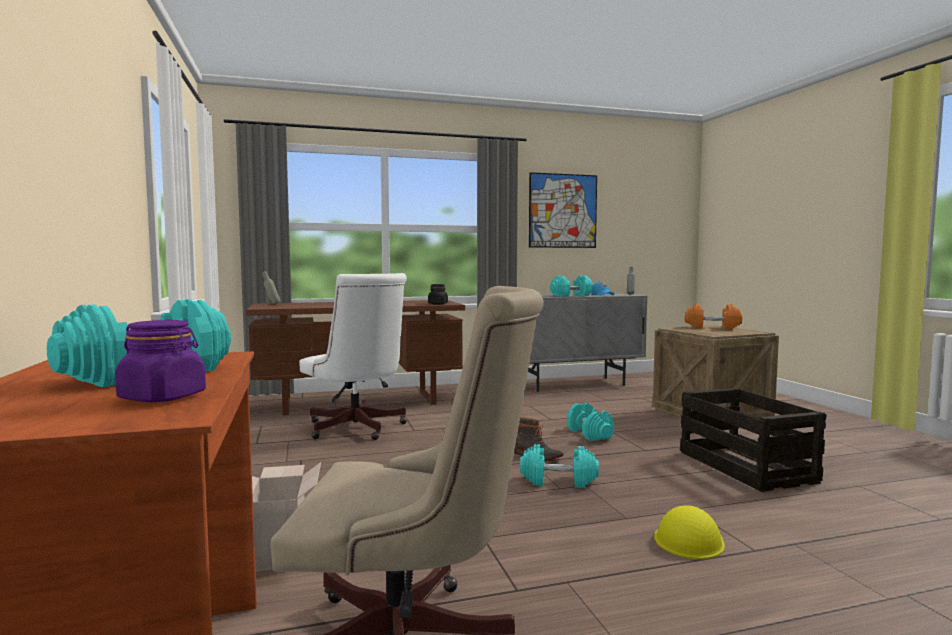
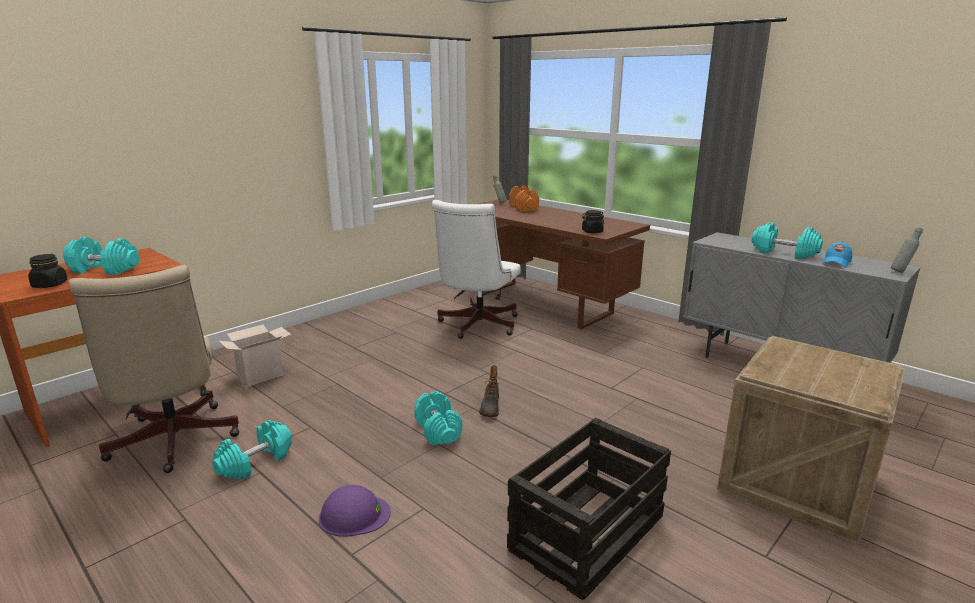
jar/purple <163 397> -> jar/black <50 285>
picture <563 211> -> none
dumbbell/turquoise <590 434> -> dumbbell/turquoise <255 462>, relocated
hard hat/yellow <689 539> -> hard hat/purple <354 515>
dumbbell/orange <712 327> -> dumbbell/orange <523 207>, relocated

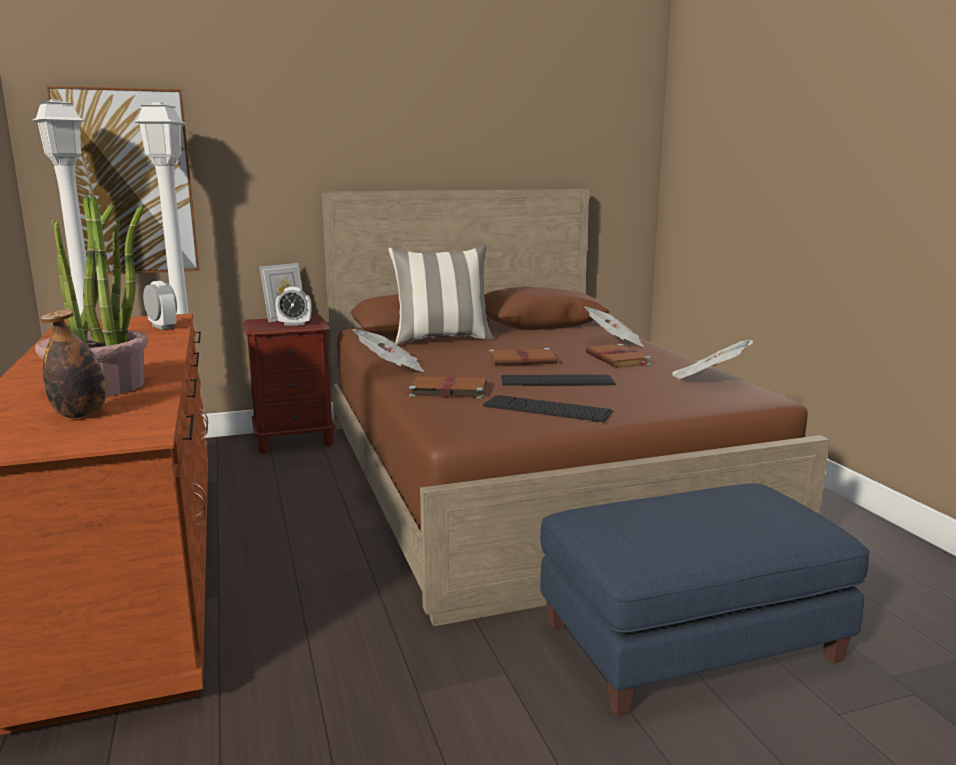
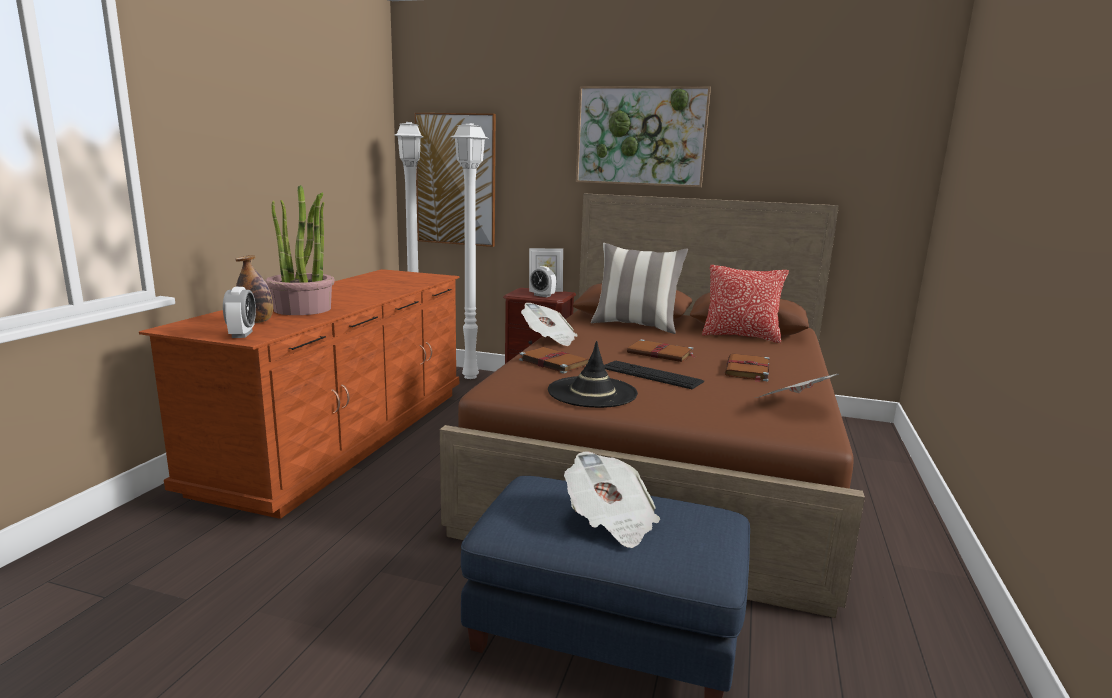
alarm clock <162 327> -> alarm clock <242 334>, relocated
keyboard <547 409> -> hat/black <592 392>
newspaper <614 343> -> newspaper <610 521>, relocated
none -> picture <640 136>
none -> pillow <740 336>

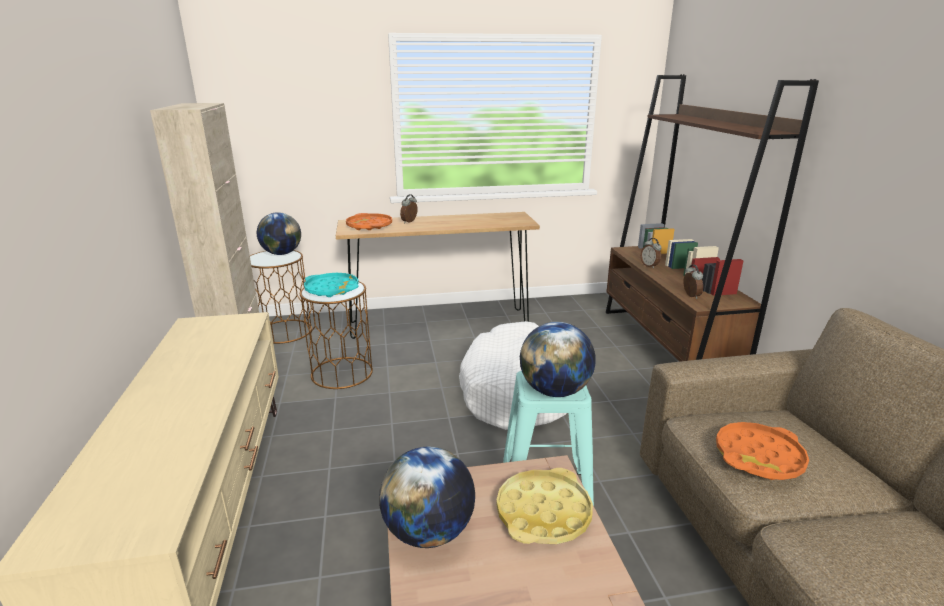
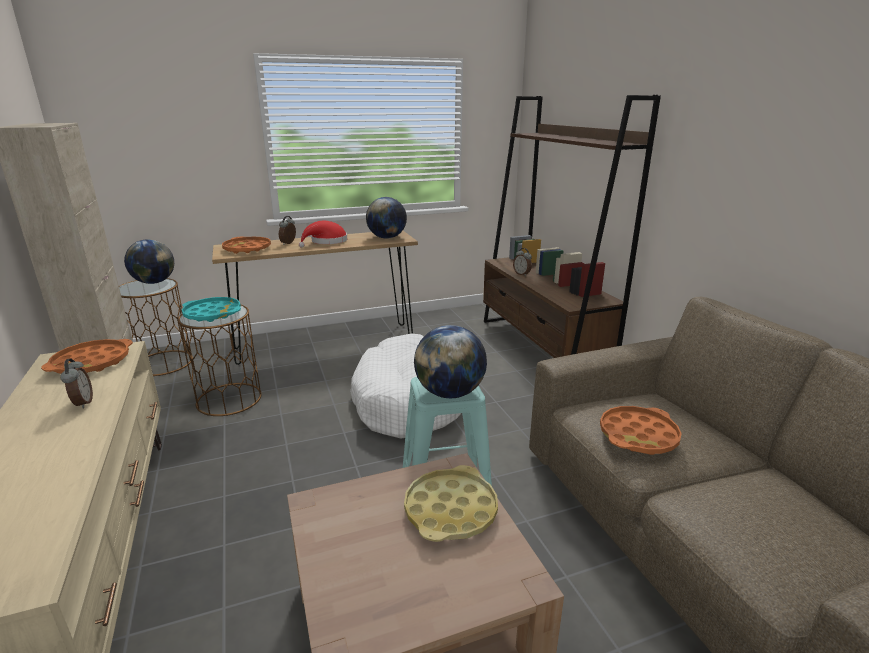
globe <429 532> -> globe <387 238>, relocated
alarm clock <690 296> -> alarm clock <82 403>, relocated
none -> tray/orange <92 363>
none -> hat/red <326 242>

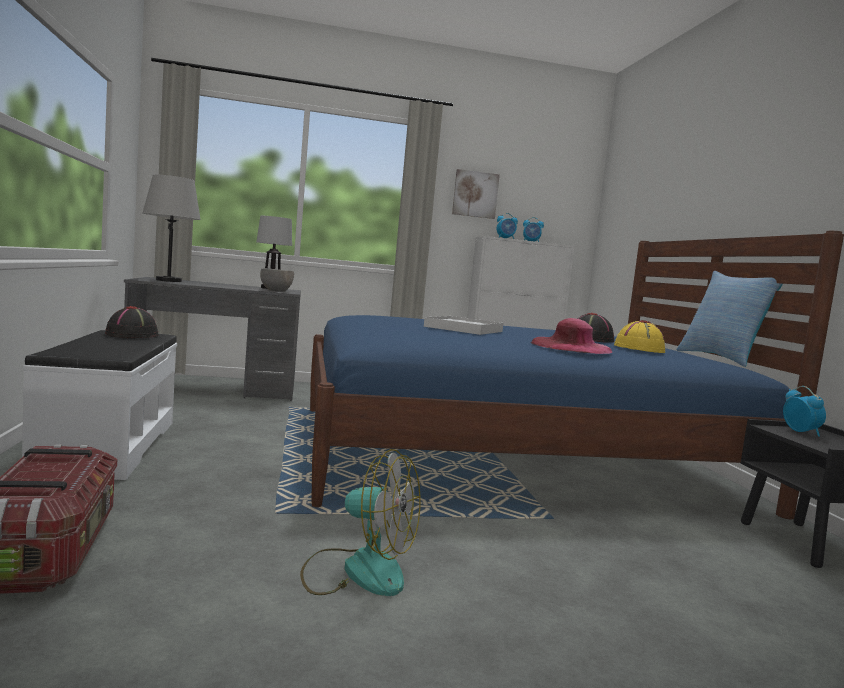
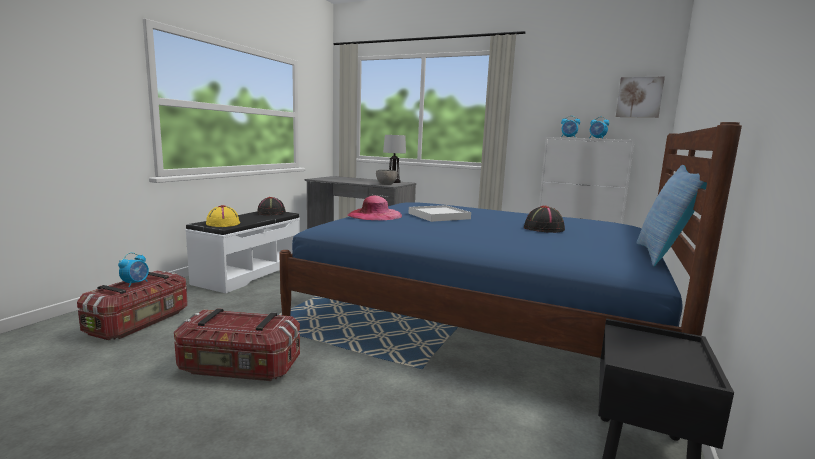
table lamp/grey <169 281> -> none
fan <358 570> -> storage box <239 368>
picture <475 194> -> picture <639 97>, relocated
hat/pink <571 347> -> hat/pink <375 215>, relocated
hat/yellow <638 349> -> hat/yellow <223 223>, relocated
alarm clock <801 432> -> alarm clock <135 283>, relocated

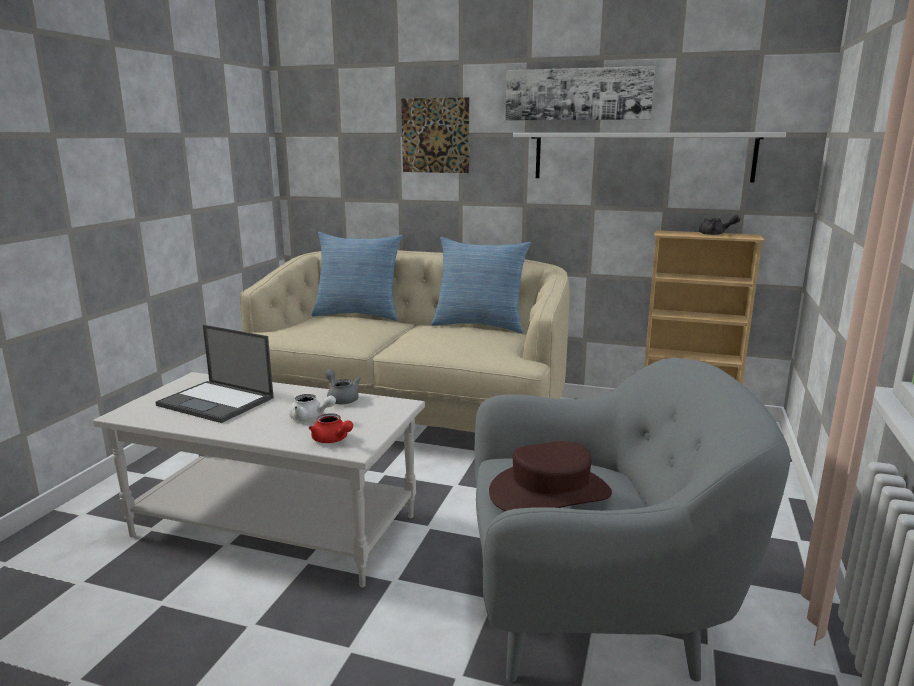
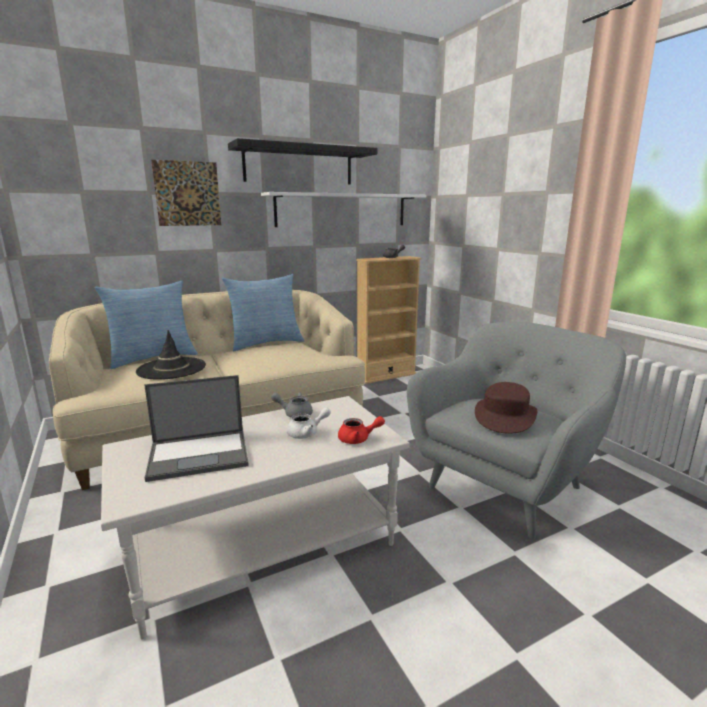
picture <577 94> -> shelf/black <299 165>
none -> hat/black <171 368>

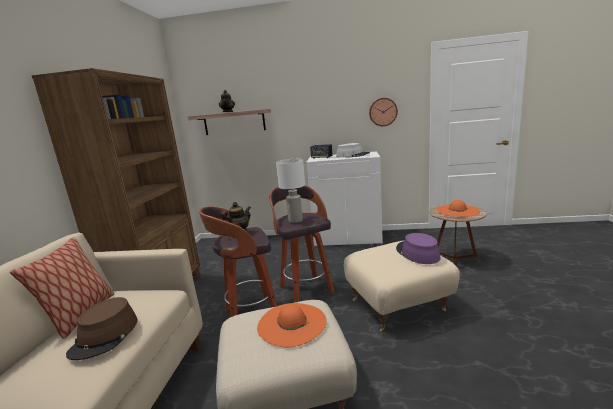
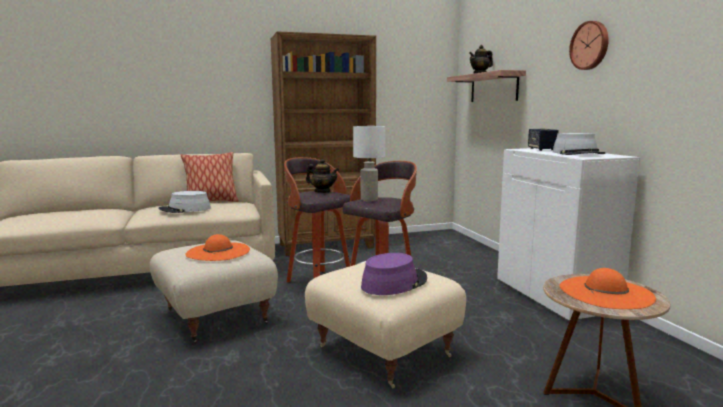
hat/brown <105 336> -> hat/grey <185 209>
wall clock <383 112> -> wall clock <590 45>, relocated

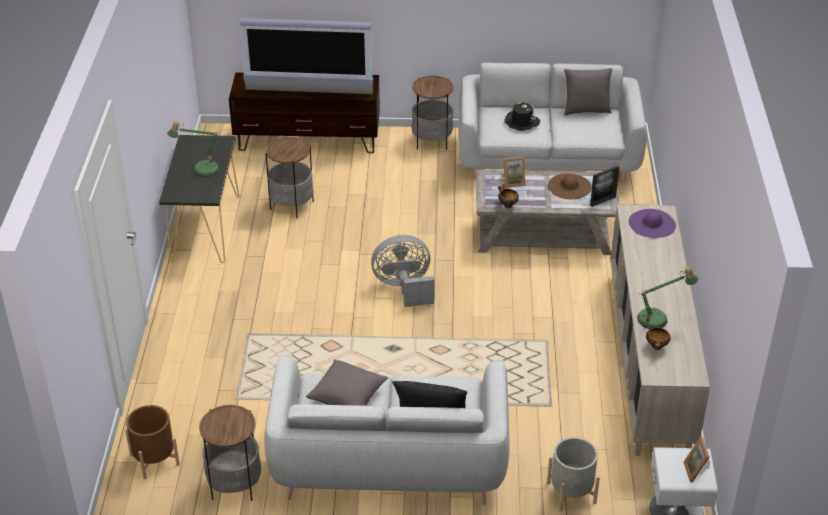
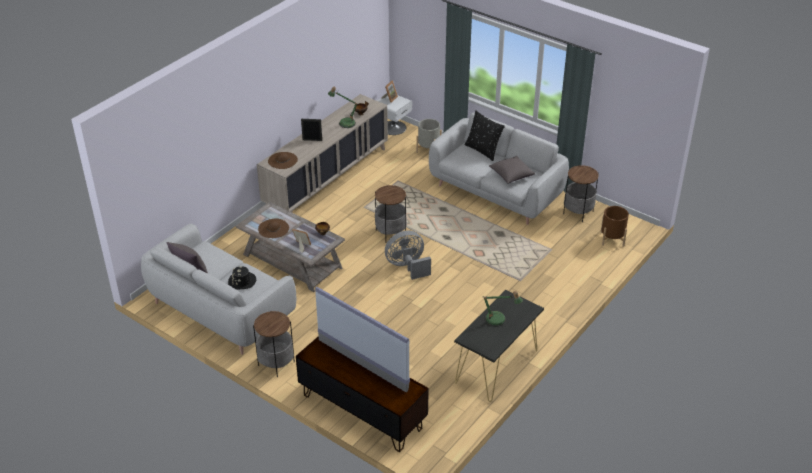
side table <292 205> -> side table <390 233>, relocated
fan/grey <404 288> -> fan/grey <407 267>, 135 degrees clockwise
picture frame <603 201> -> picture frame <312 140>, relocated
hat/purple <652 223> -> hat/brown <282 160>

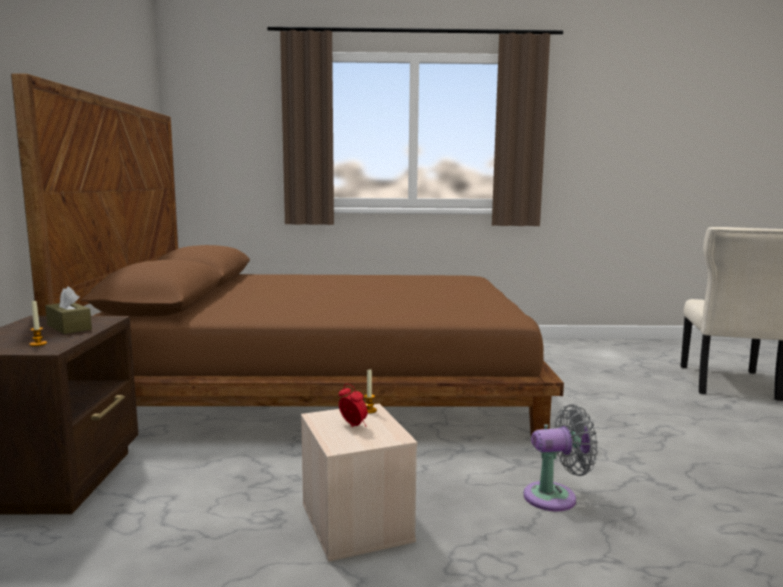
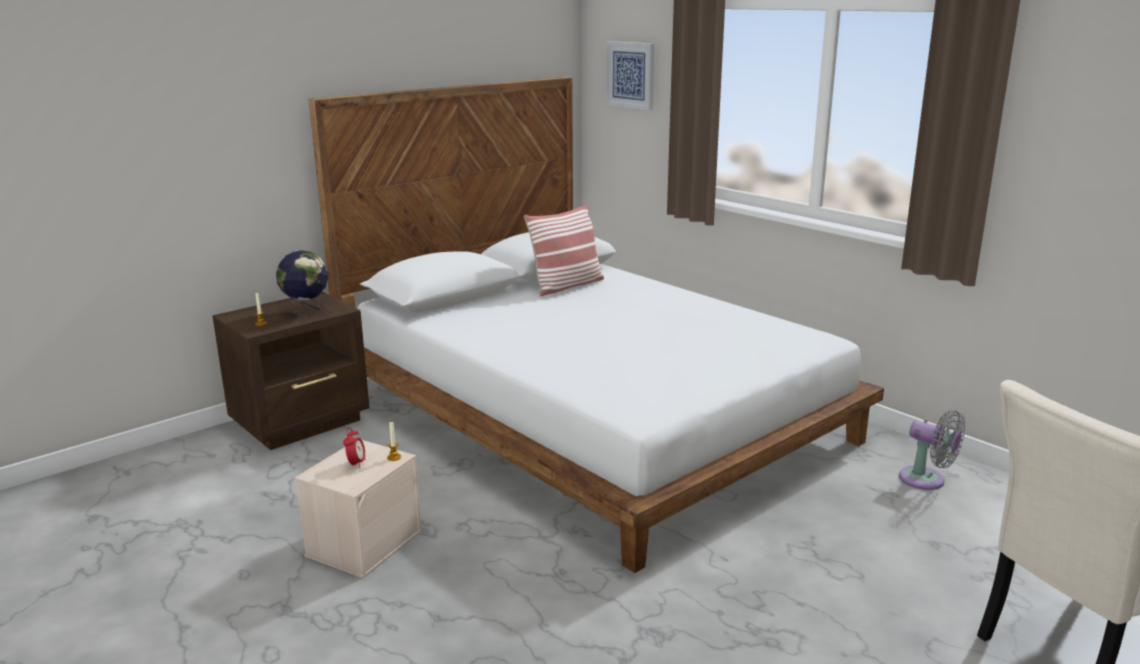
bed/brown <323 382> -> bed/white <592 415>
tissue box/brown <69 327> -> globe <306 312>
fan/grey <555 497> -> fan/grey <926 480>, relocated
none -> pillow <566 286>
none -> picture <630 75>

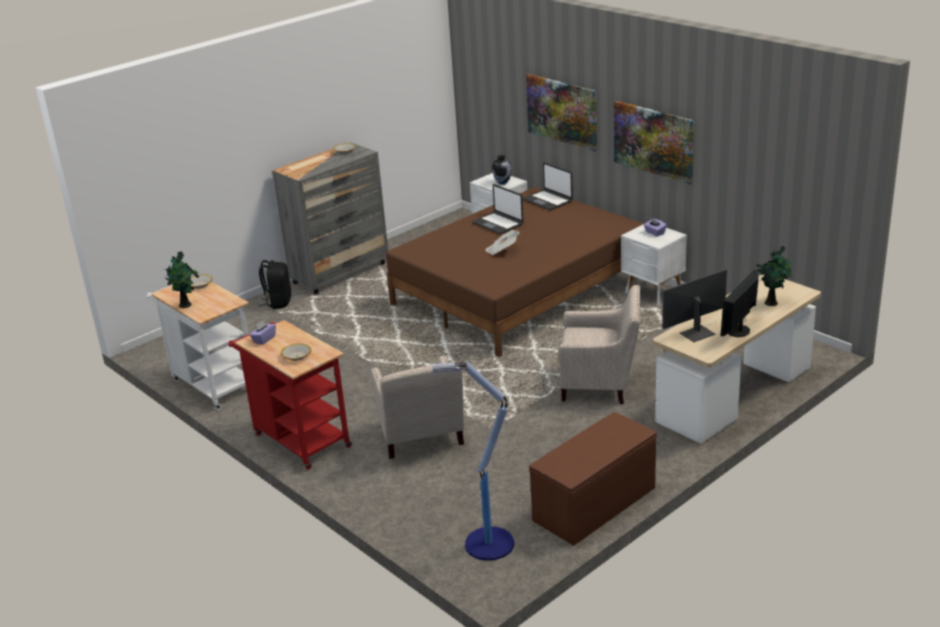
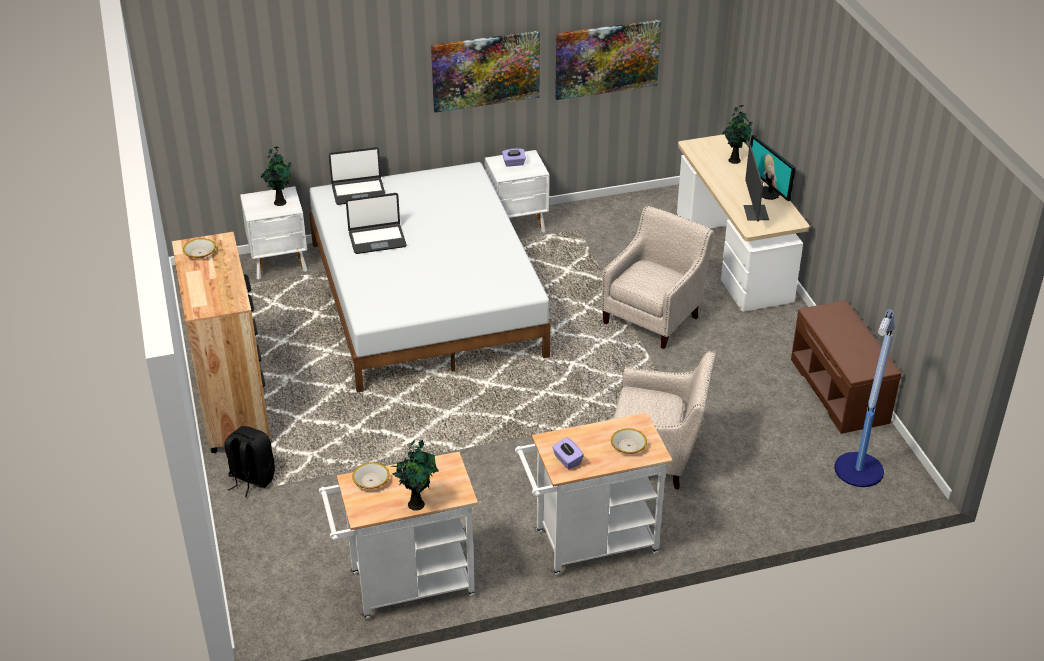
cart/red <298 438> -> cart/white <588 544>
dresser/grey <340 273> -> dresser/brown <232 407>
bed/brown <519 291> -> bed/white <425 298>
newspaper <502 251> -> none
vase <502 183> -> potted plant <280 201>
picture <562 111> -> picture <607 59>, relocated

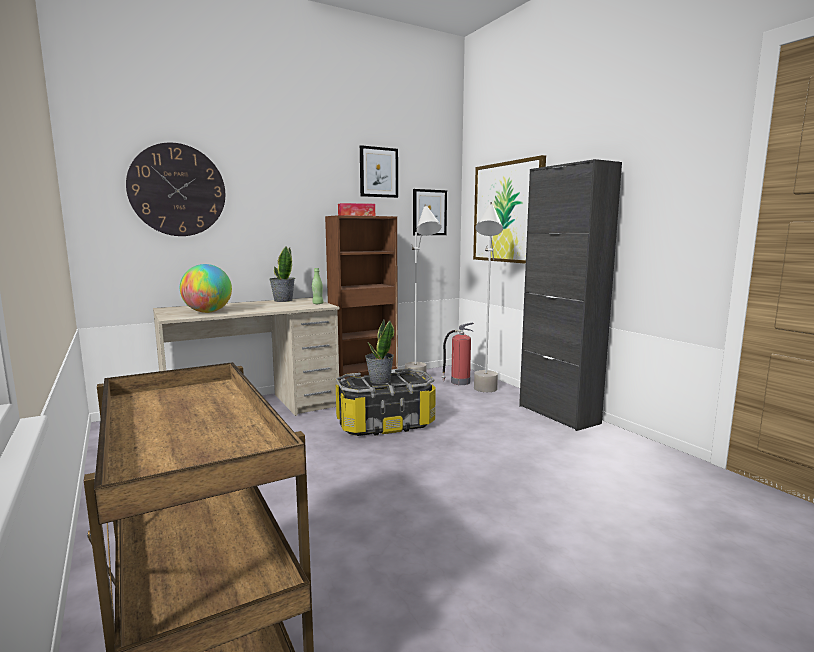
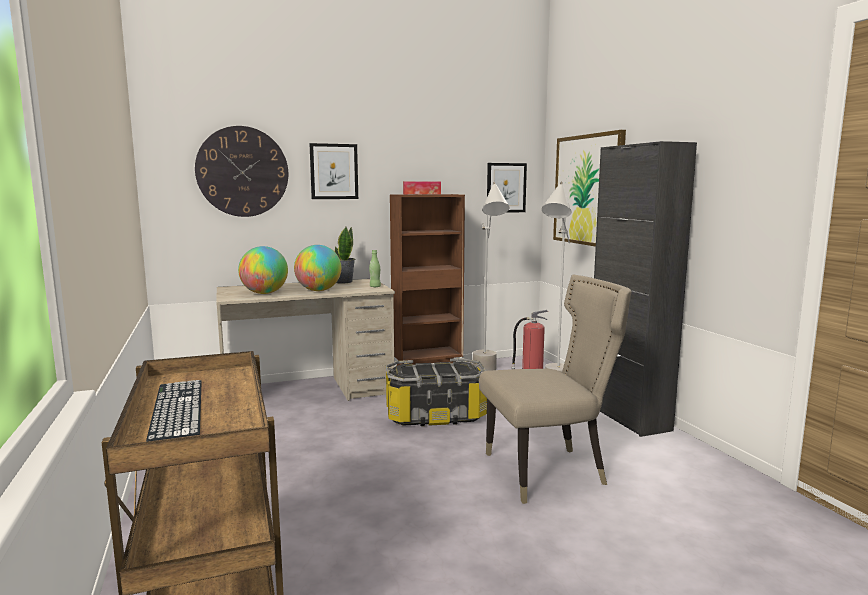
picture <378 172> -> picture <334 171>, relocated
potted plant <379 381> -> none
none -> keyboard <177 408>
none -> globe <318 290>
none -> chair/beige <550 471>

